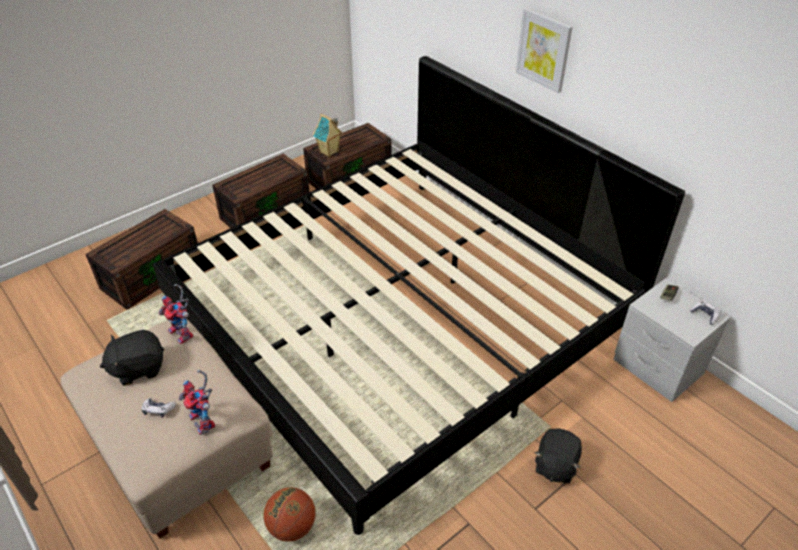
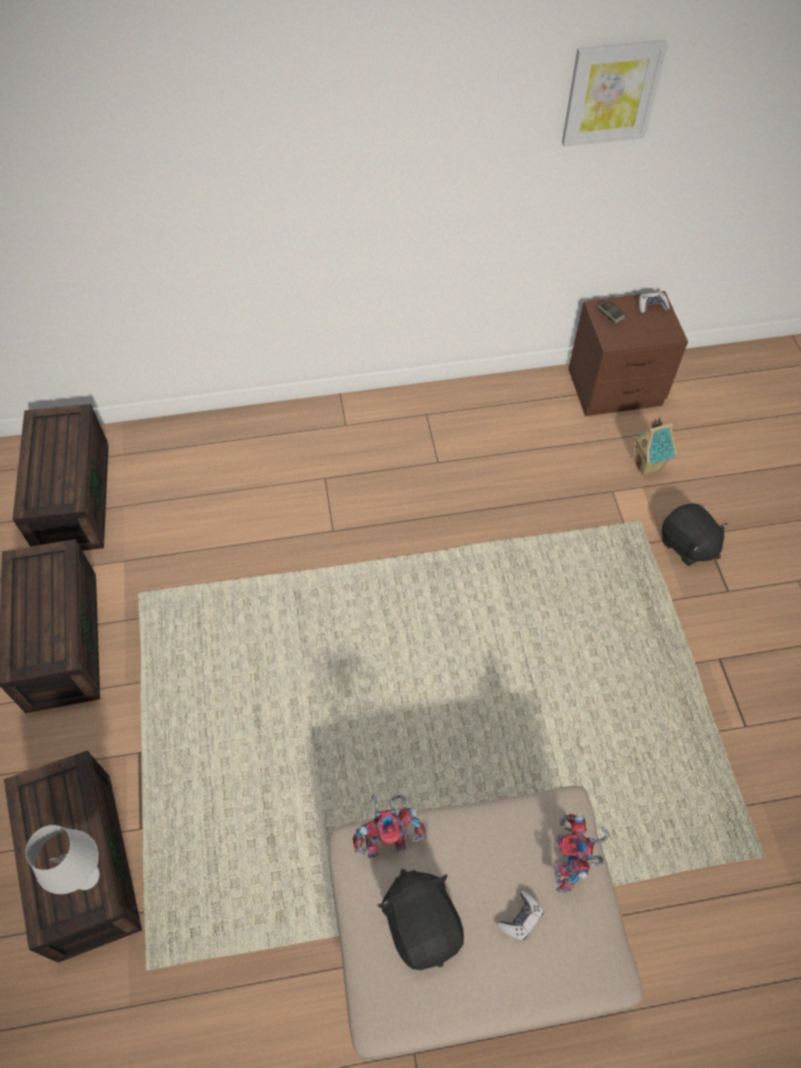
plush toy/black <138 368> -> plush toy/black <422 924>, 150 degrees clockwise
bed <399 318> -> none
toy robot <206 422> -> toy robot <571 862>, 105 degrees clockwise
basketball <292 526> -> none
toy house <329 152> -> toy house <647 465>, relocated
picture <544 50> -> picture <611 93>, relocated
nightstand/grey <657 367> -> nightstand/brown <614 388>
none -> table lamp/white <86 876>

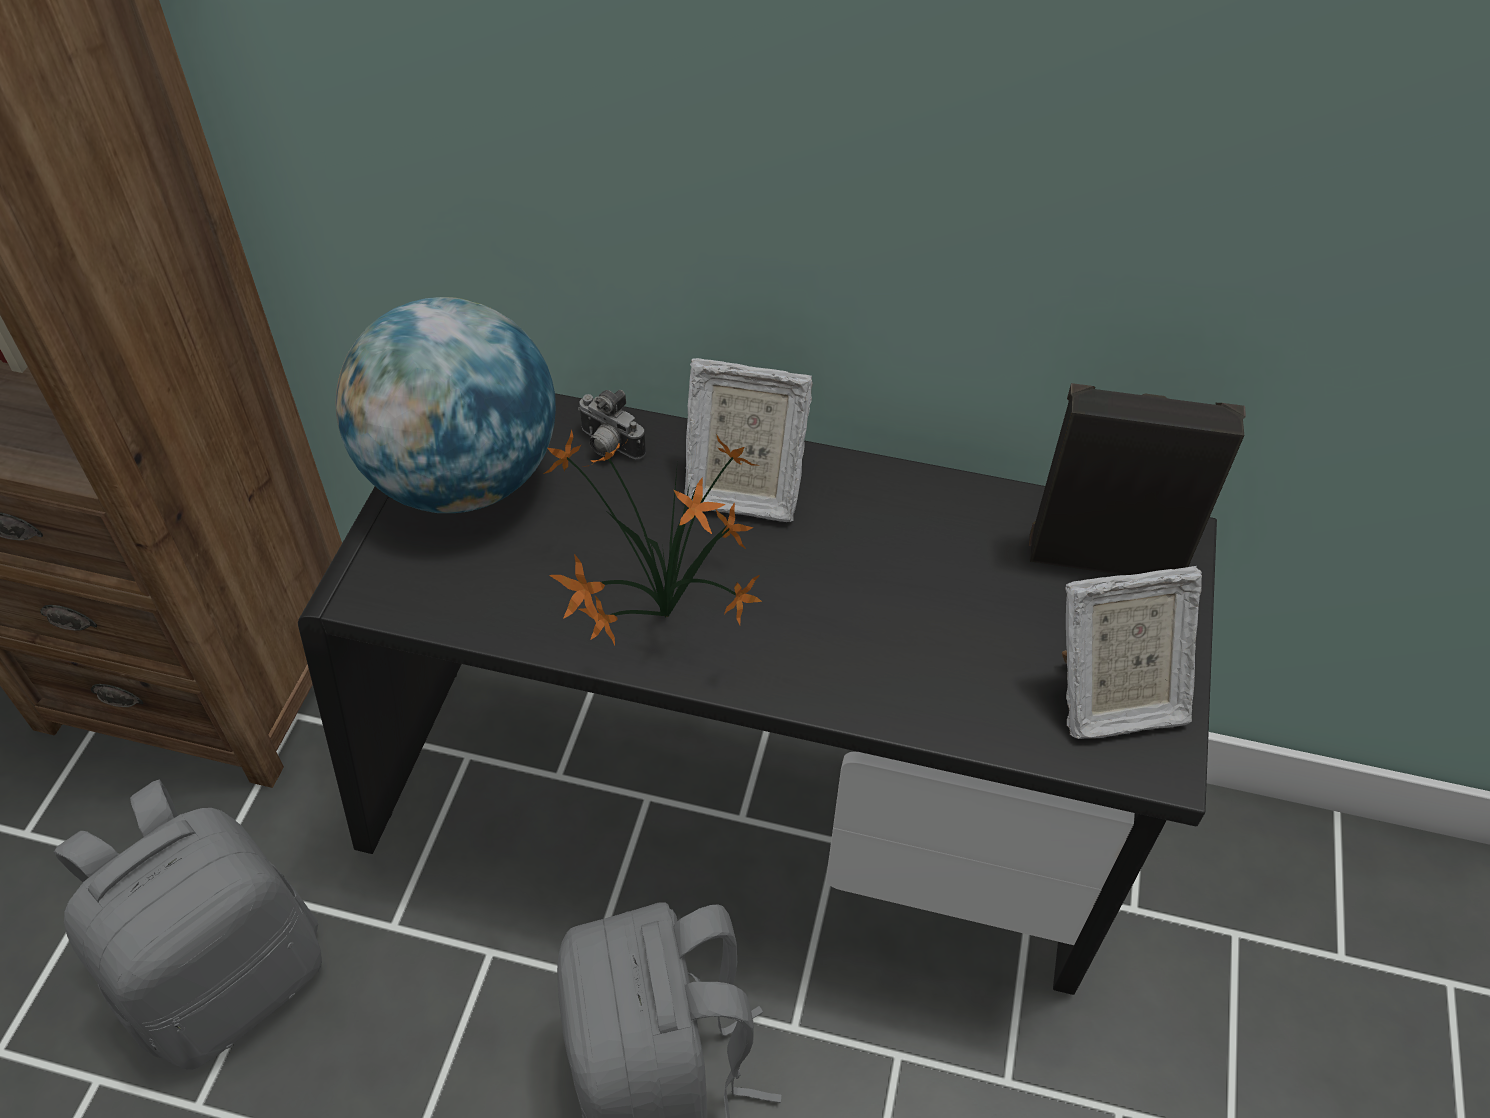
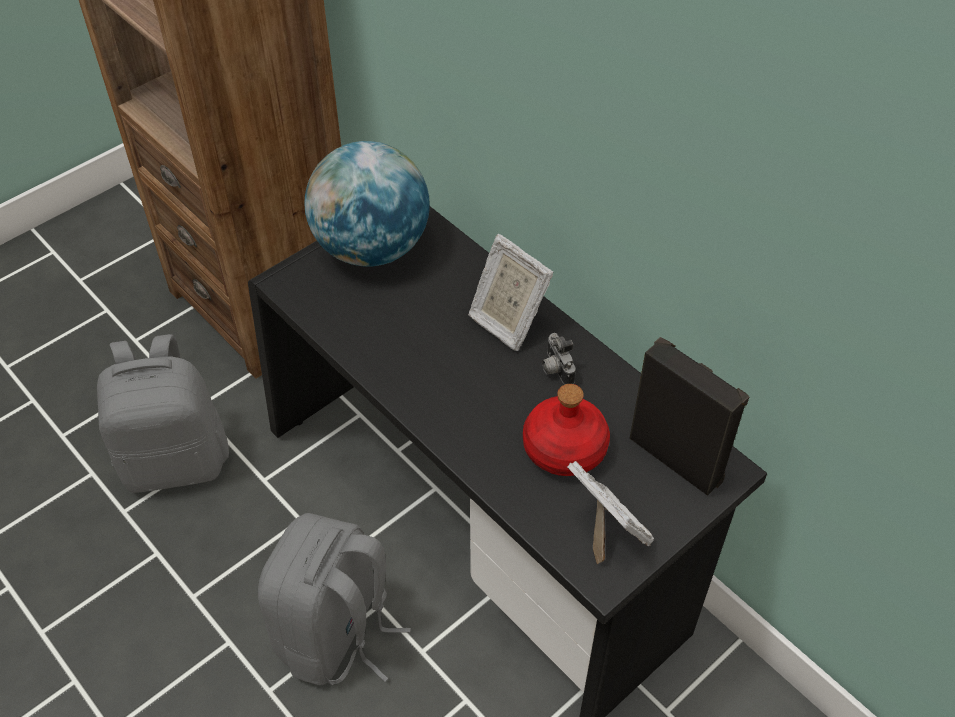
potted plant <660 619> -> none
photo camera <608 446> -> photo camera <555 369>, relocated
picture frame <1112 699> -> picture frame <608 532>, 150 degrees counterclockwise
none -> bottle/red <565 448>

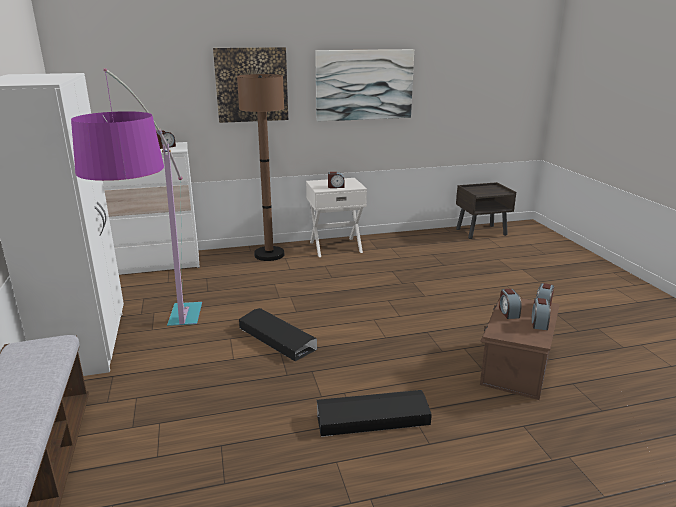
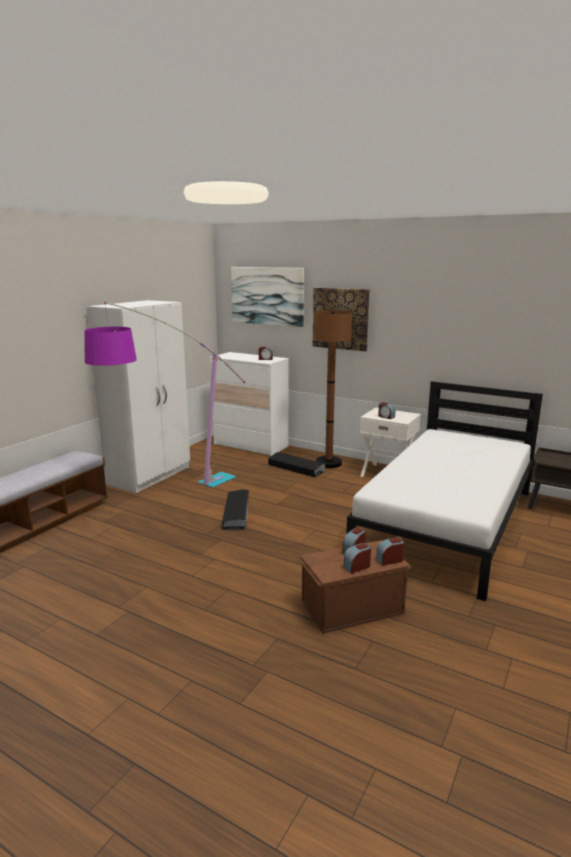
picture <364 85> -> picture <267 296>, relocated
storage box/black <372 419> -> storage box/black <296 468>, relocated
none -> bed/white <448 523>

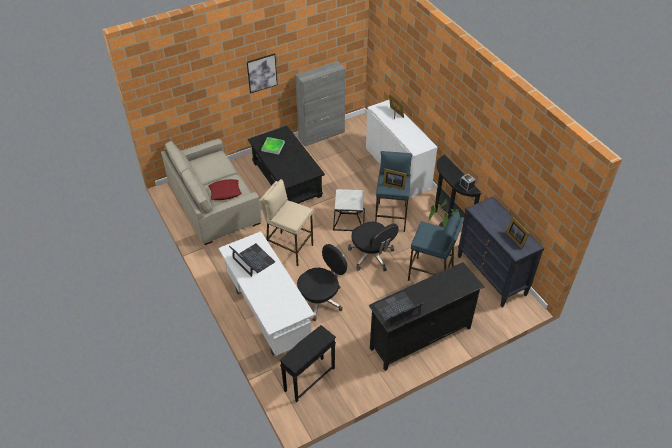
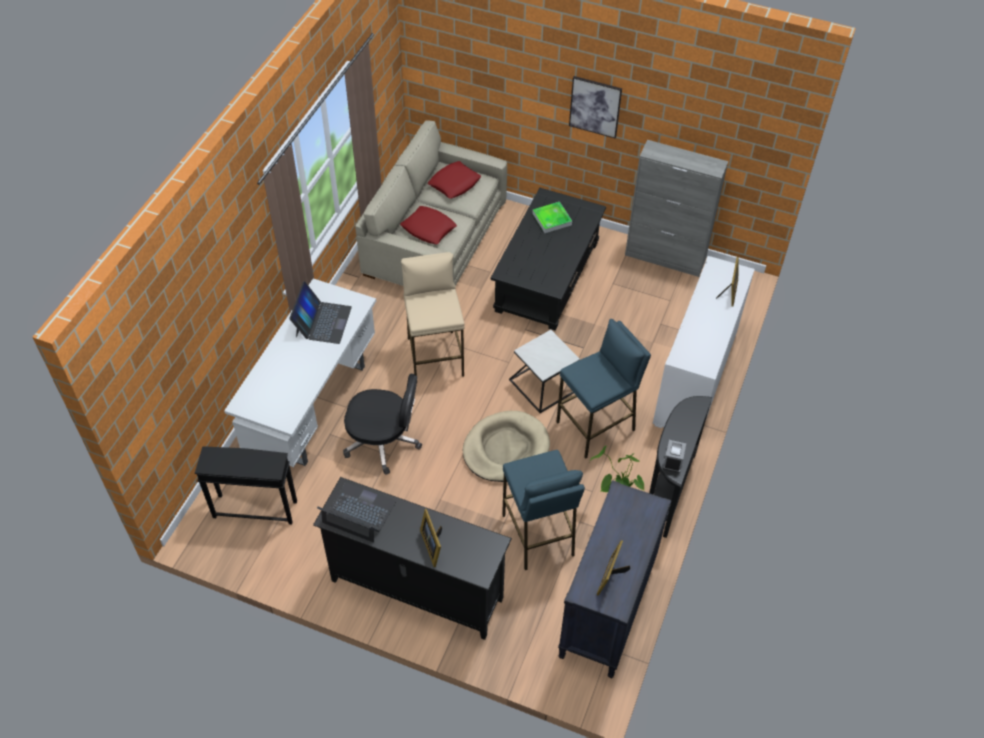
office chair/black <372 256> -> dog bed/beige <505 449>
picture frame <393 185> -> picture frame <432 545>, relocated
none -> pillow/red <454 183>

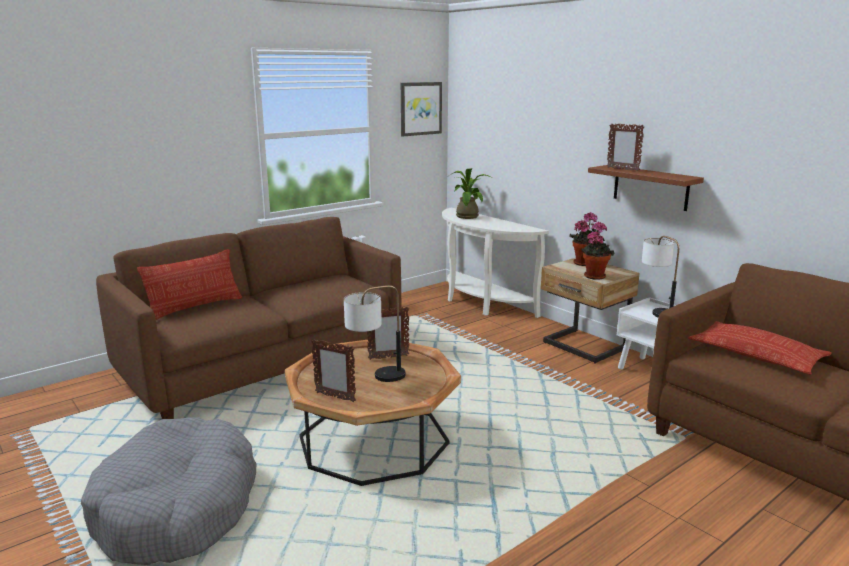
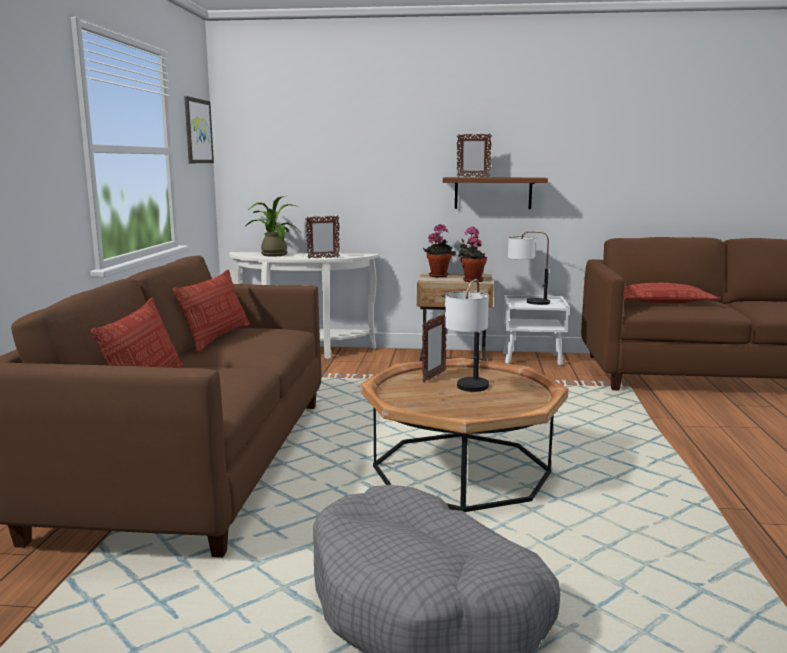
picture frame <335 397> -> picture frame <323 258>, relocated
none -> pillow <217 337>

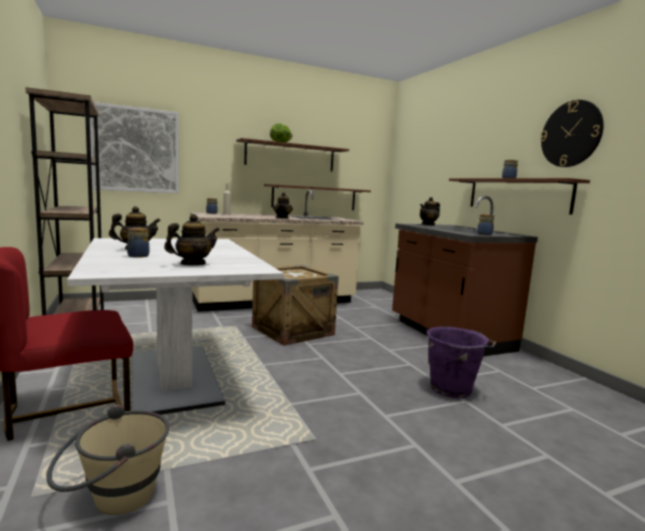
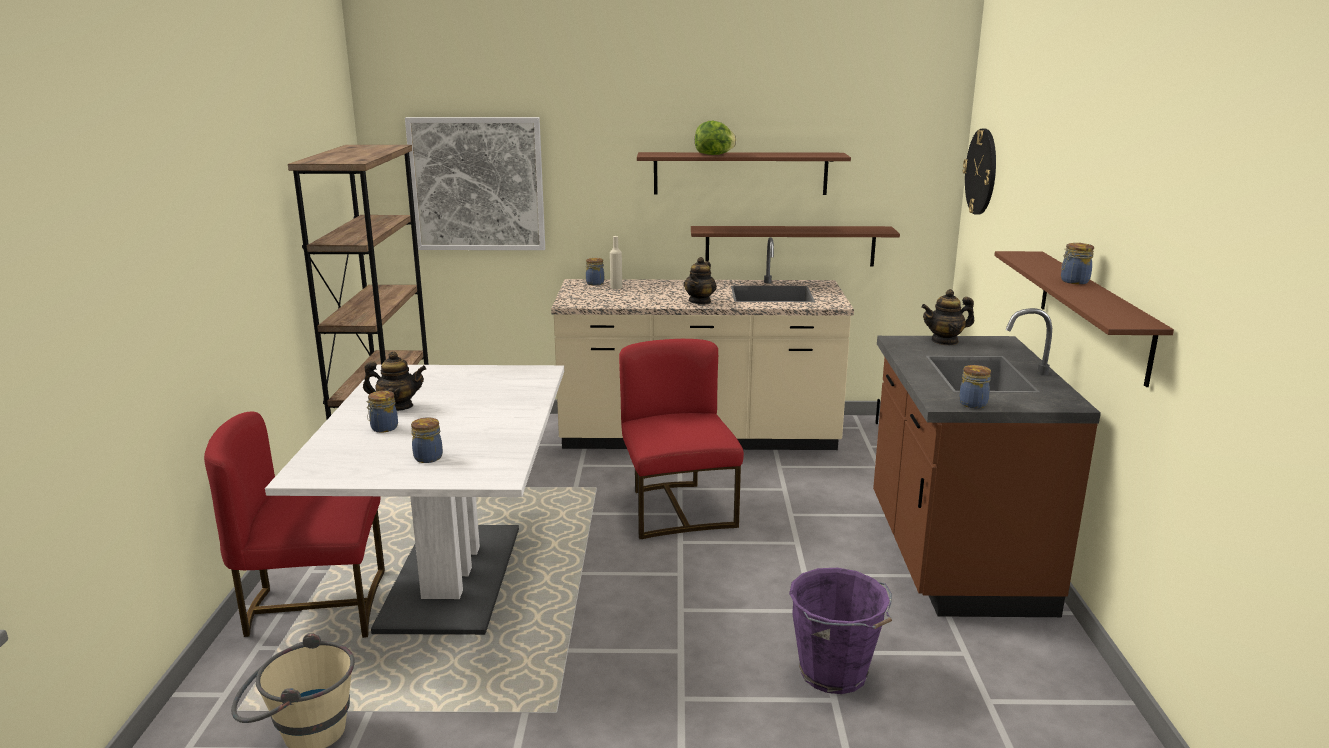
teapot <192 264> -> jar <428 457>
crate <292 331> -> chair/red <677 509>
wall clock <571 134> -> wall clock <981 171>, relocated

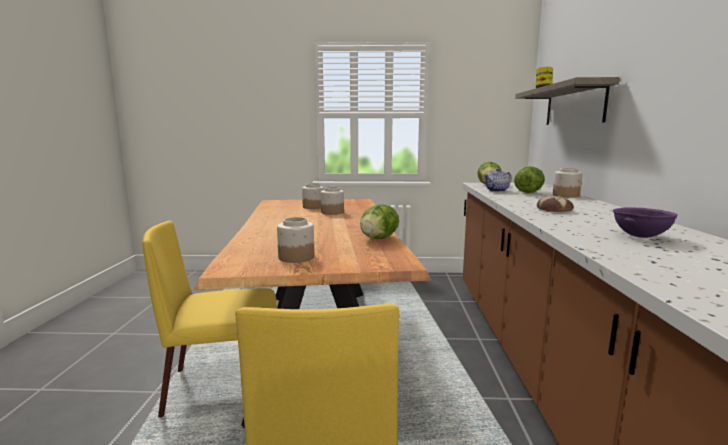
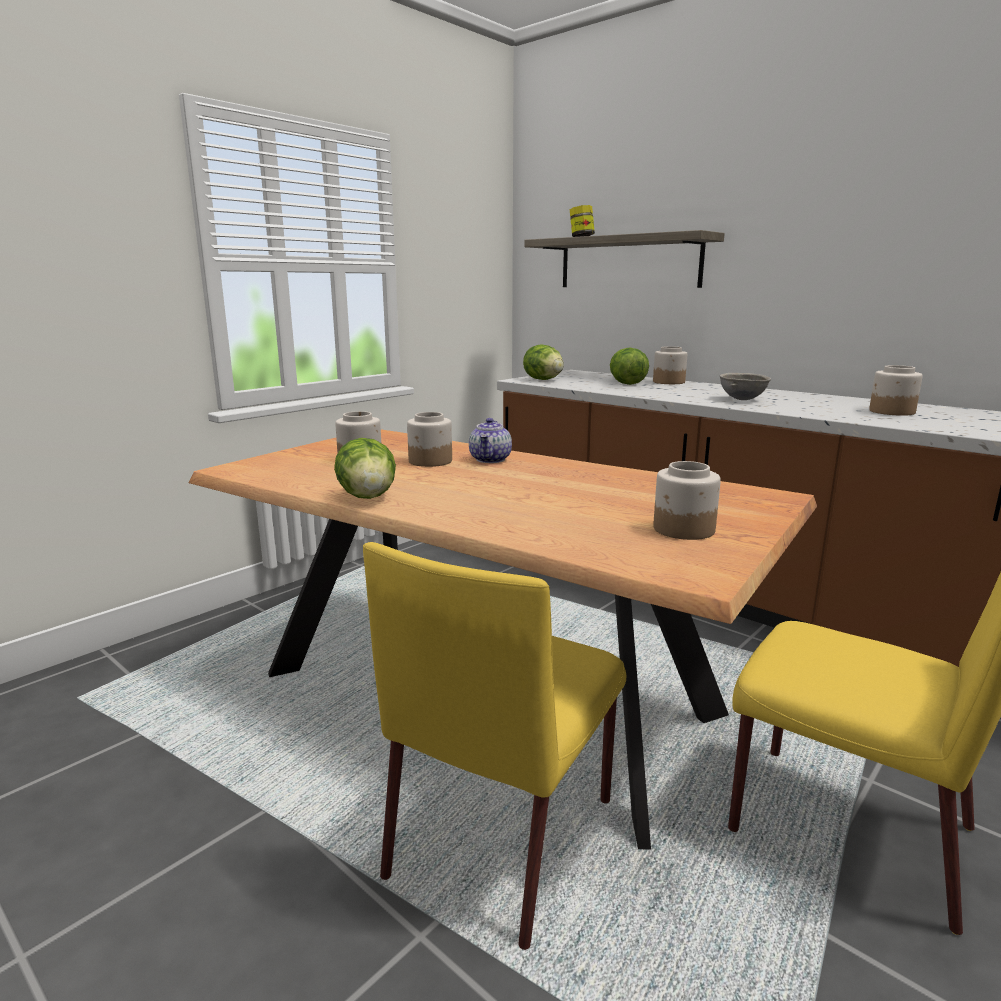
lettuce <378 238> -> lettuce <368 497>, relocated
teapot <497 190> -> teapot <491 459>, relocated
bread <554 210> -> bowl/grey <743 399>
bowl/purple <639 236> -> jar <891 412>

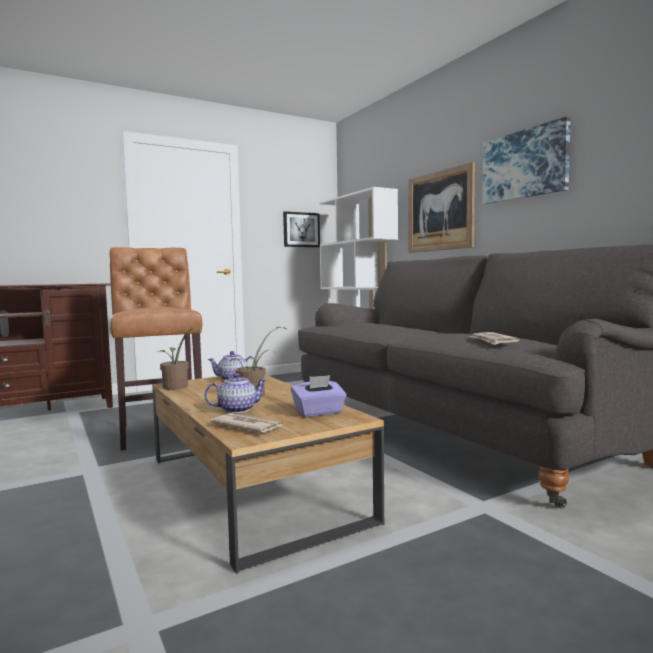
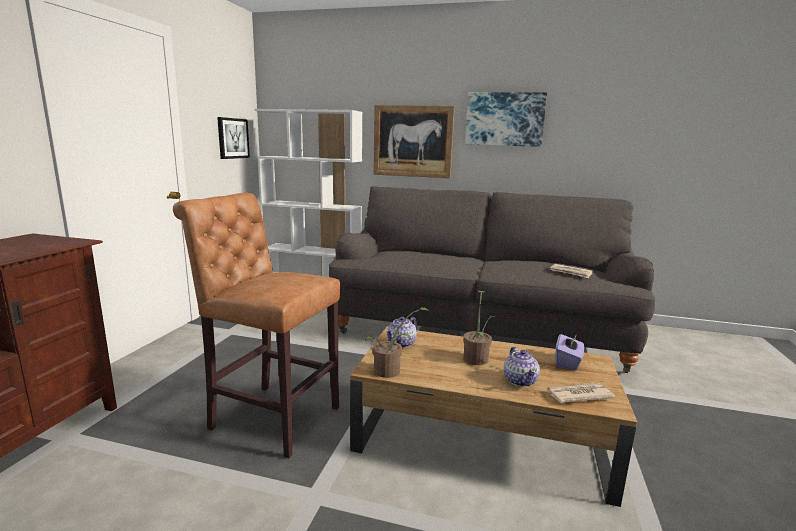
teapot <236 409> -> teapot <520 380>, 150 degrees clockwise

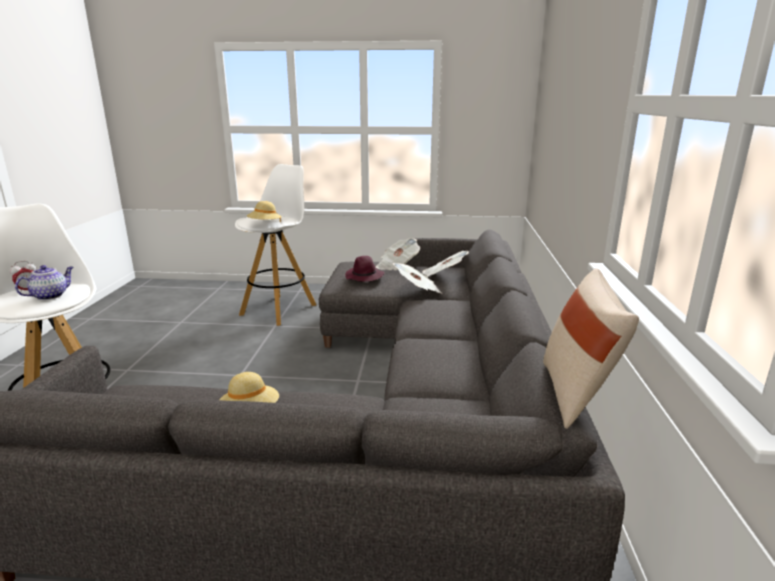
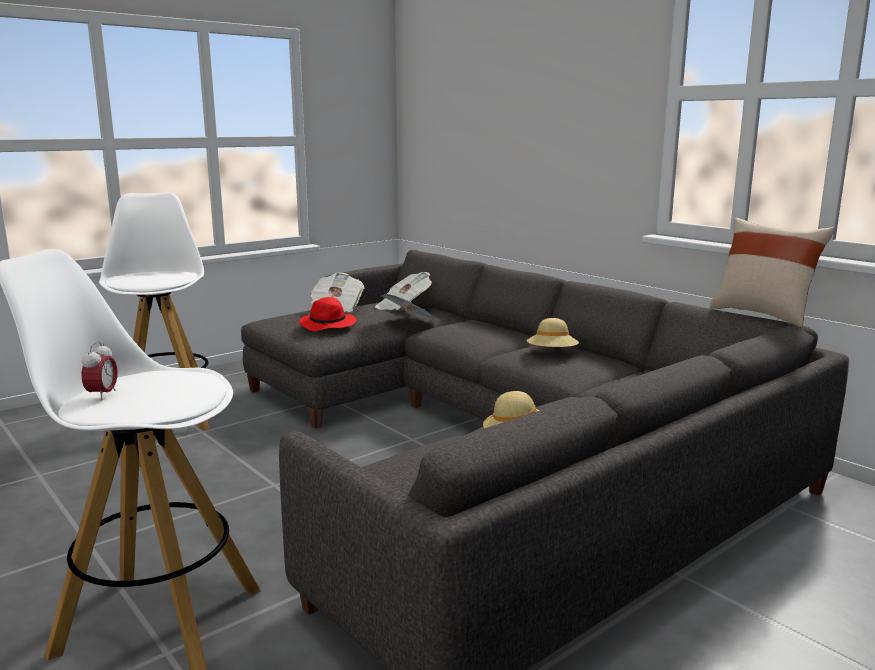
teapot <50 295> -> none
hat/beige <264 224> -> hat/beige <552 354>, relocated
hat/purple <364 277> -> hat/red <328 325>

